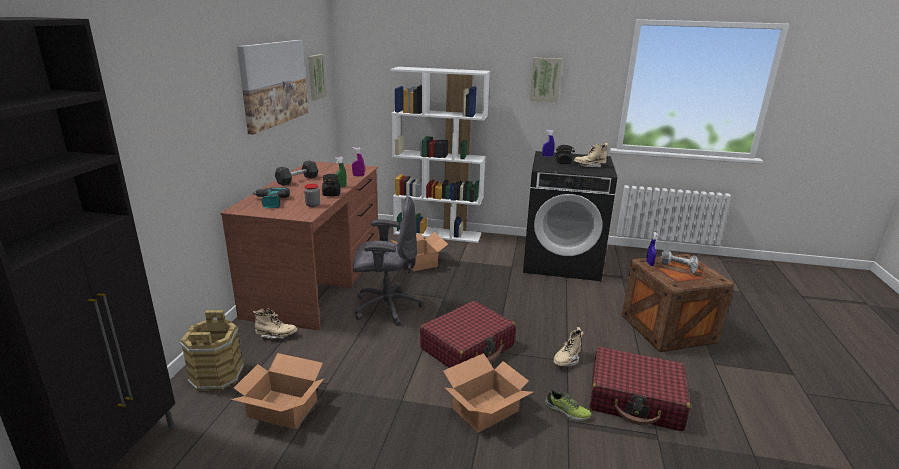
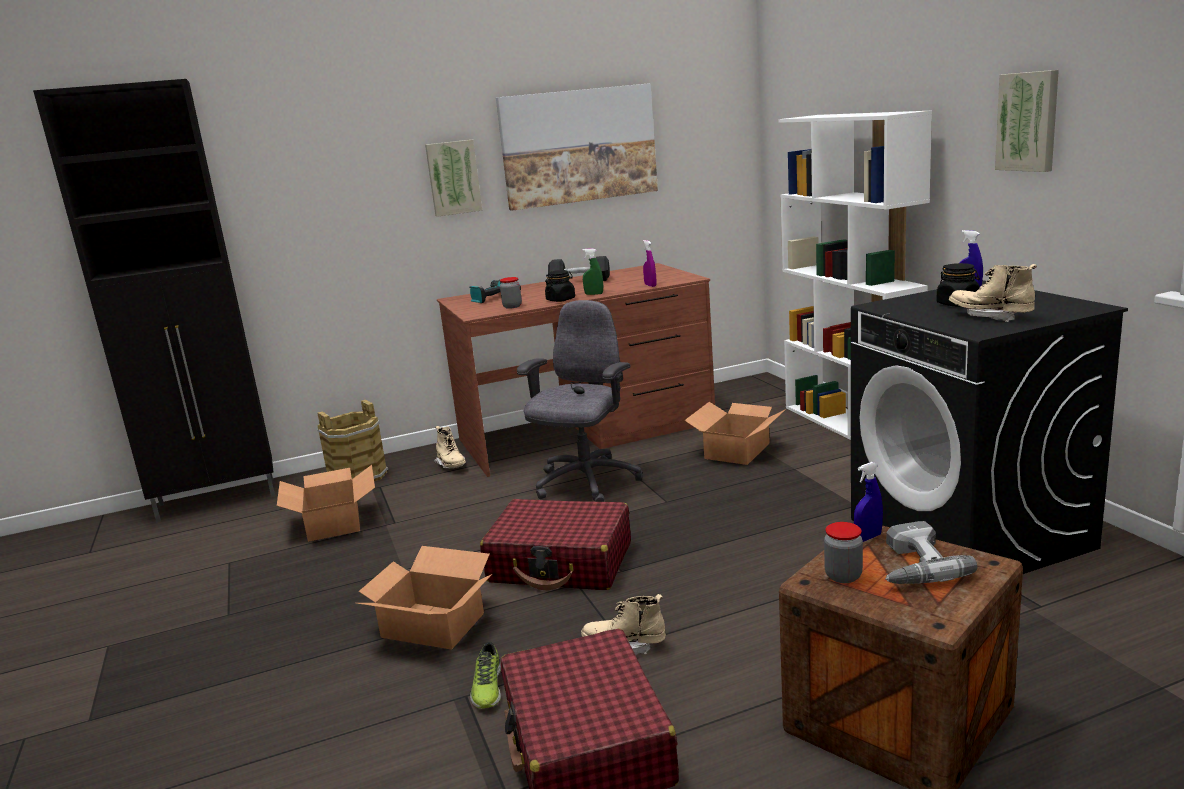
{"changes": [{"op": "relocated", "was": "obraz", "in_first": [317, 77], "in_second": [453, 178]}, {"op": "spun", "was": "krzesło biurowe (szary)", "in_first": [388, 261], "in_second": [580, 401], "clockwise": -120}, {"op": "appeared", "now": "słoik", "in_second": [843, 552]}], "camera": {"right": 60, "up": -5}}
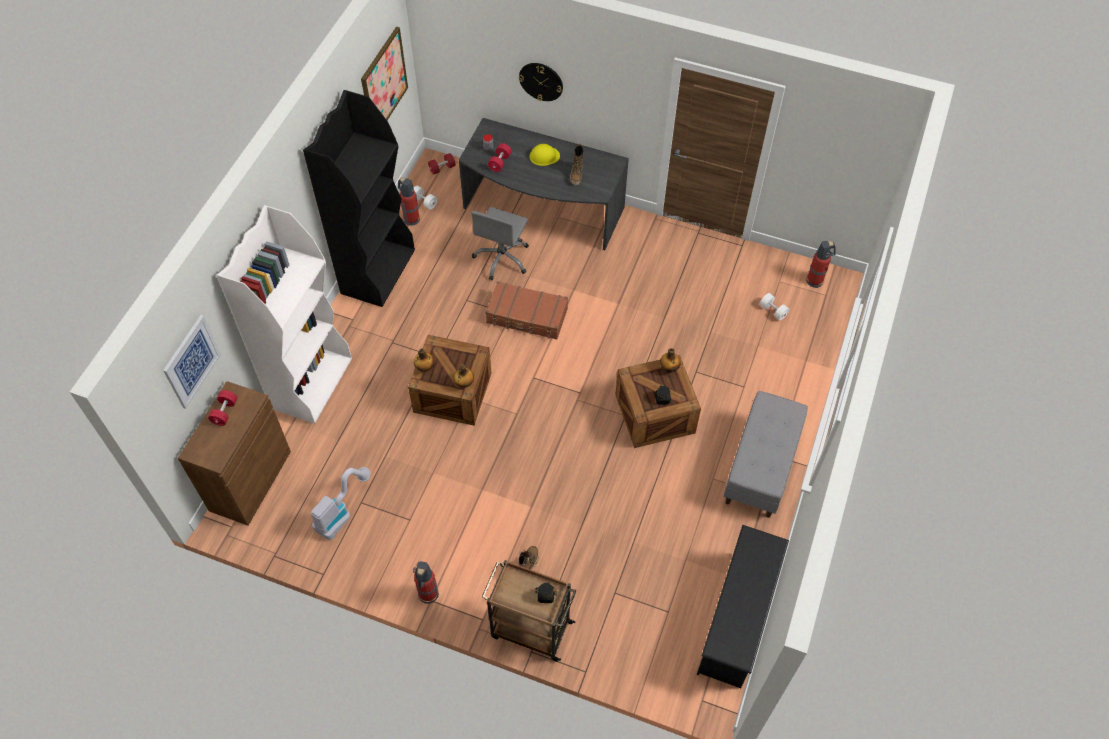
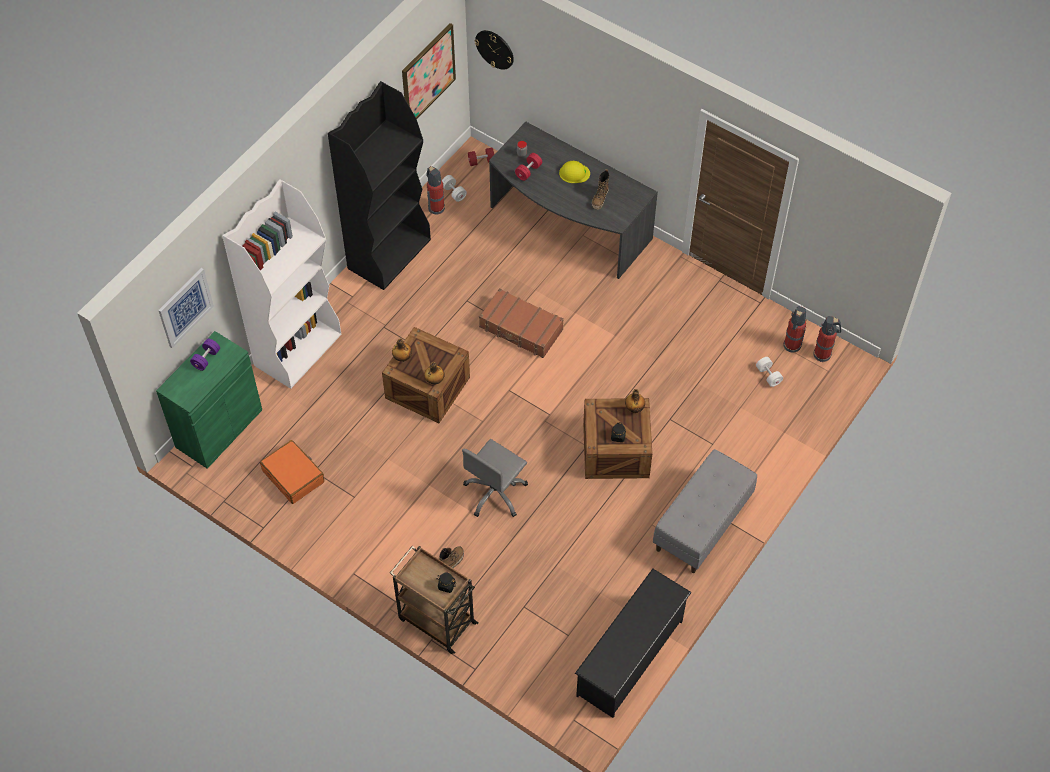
{"changes": [{"op": "colour", "was": "szafka (brązowy)", "now": "szafka (zielony)", "in_first": [234, 453], "in_second": [209, 400]}, {"op": "colour", "was": "hantel (czerwony)", "now": "hantel (fioletowy)", "in_first": [223, 408], "in_second": [205, 354]}, {"op": "exchanged", "was": "odkurzacz", "now": "walizka (pomarańczowy)", "in_first": [341, 503], "in_second": [292, 472]}, {"op": "relocated", "was": "gaśnica", "in_first": [426, 582], "in_second": [794, 329]}, {"op": "relocated", "was": "krzesło biurowe (szary)", "in_first": [500, 243], "in_second": [495, 478]}, {"op": "relocated", "was": "zegar ścienny", "in_first": [541, 82], "in_second": [494, 50]}], "camera": {"right": 15, "up": 0}}
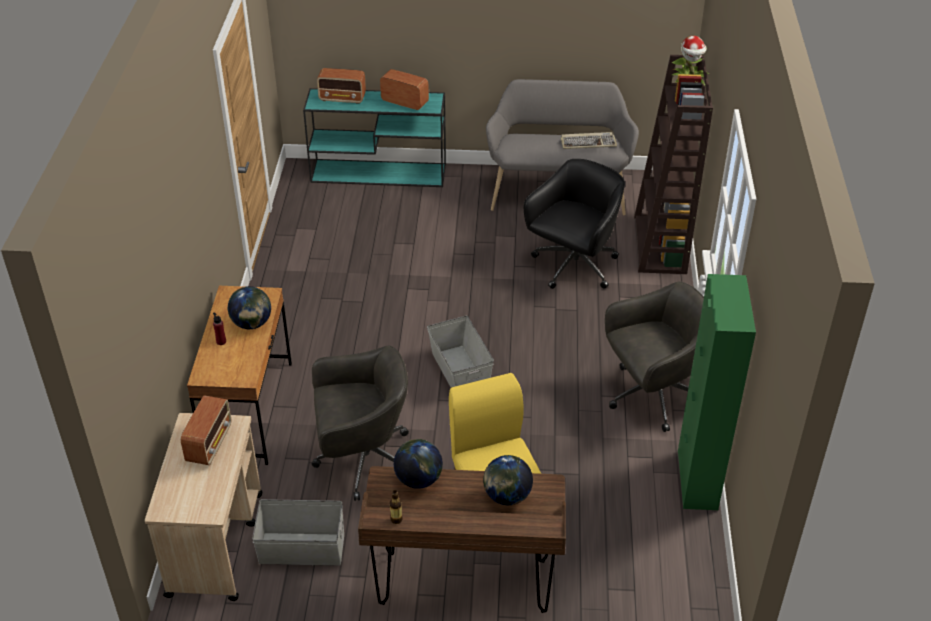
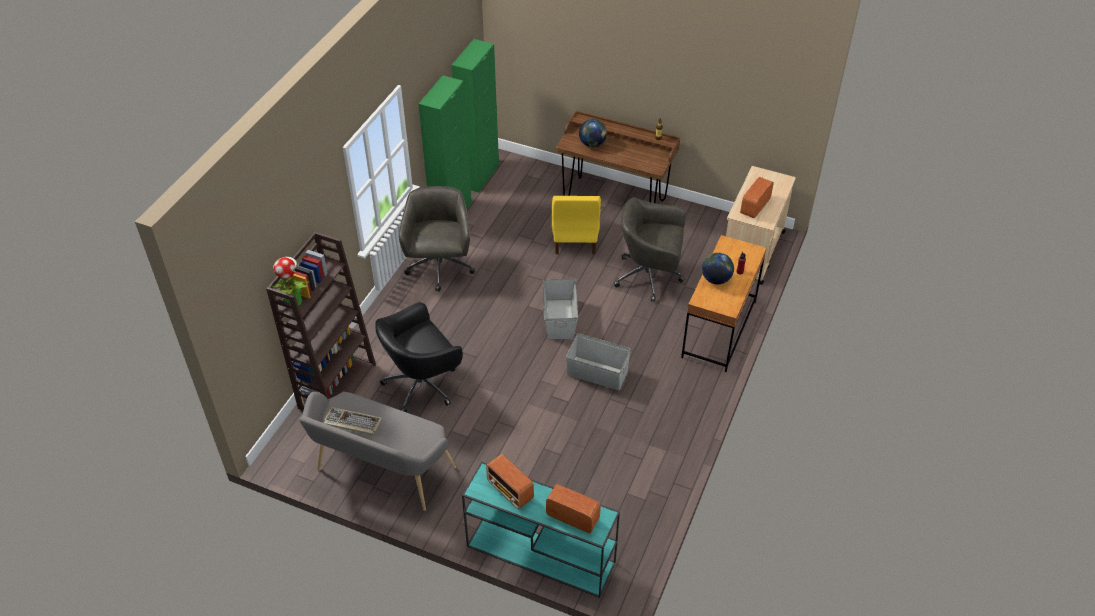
{"changes": [{"op": "relocated", "was": "pojemnik do przechowywania (szary)", "in_first": [298, 532], "in_second": [598, 361]}, {"op": "missing", "was": "globus", "in_first": [418, 464]}, {"op": "spun", "was": "krzesło biurowe (szary)", "in_first": [654, 357], "in_second": [437, 239], "clockwise": 90}, {"op": "appeared", "now": "szafka (zielony)", "in_second": [475, 116]}], "camera": {"right": -160, "up": 5}}
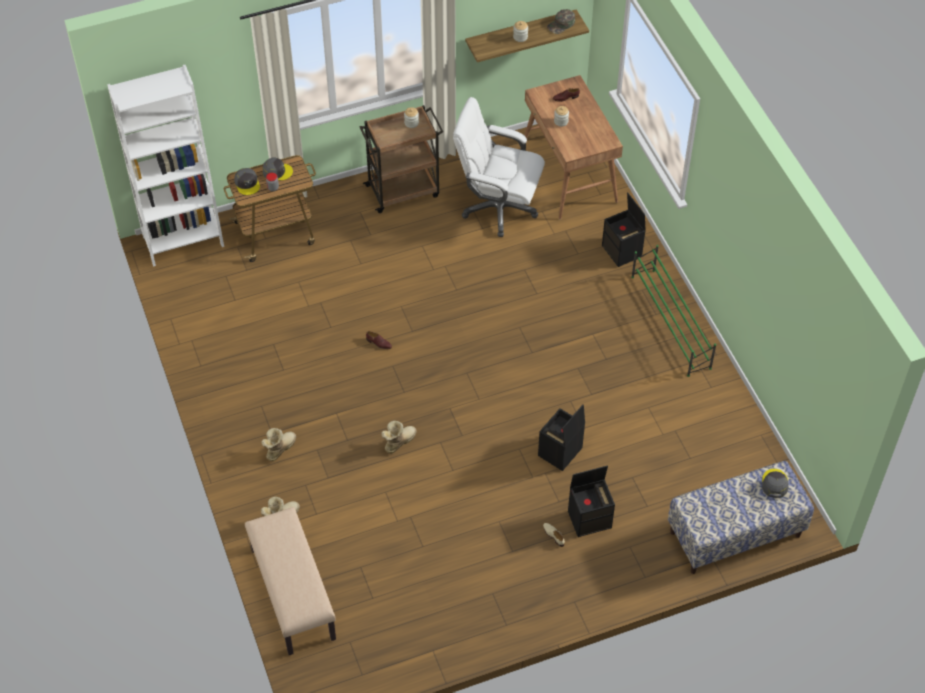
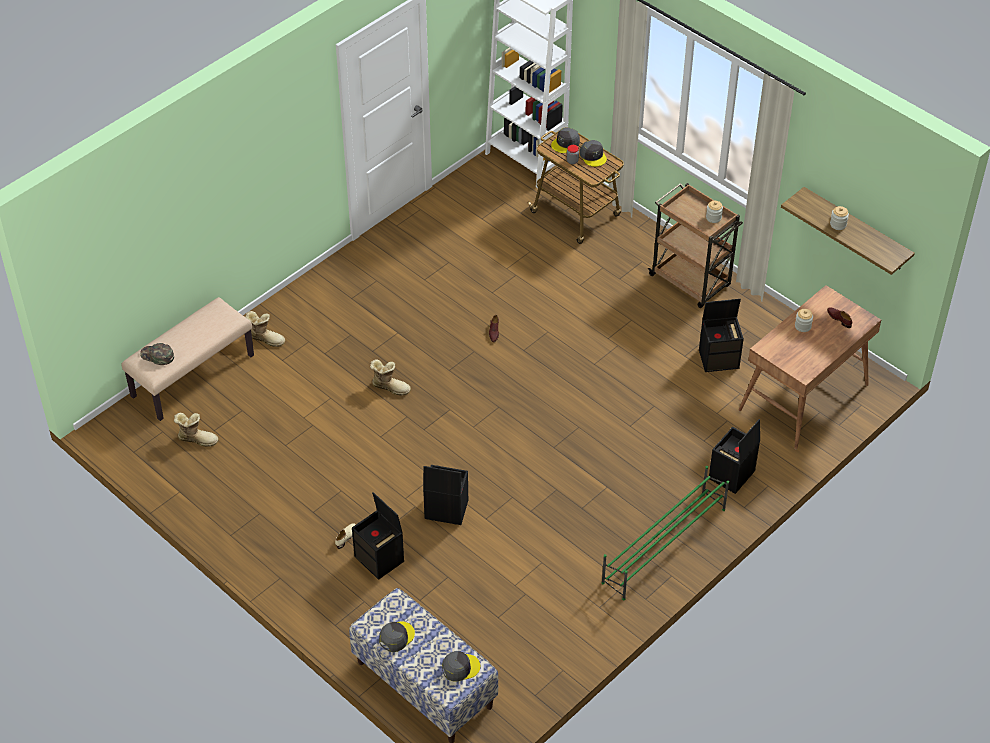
{"changes": [{"op": "relocated", "was": "but z cholewką", "in_first": [278, 444], "in_second": [196, 430]}, {"op": "exchanged", "was": "krzesło biurowe (biały)", "now": "pojemnik do przechowywania (czarny)", "in_first": [499, 167], "in_second": [721, 335]}, {"op": "relocated", "was": "czapka z daszkiem (zielony)", "in_first": [561, 21], "in_second": [157, 354]}, {"op": "appeared", "now": "czapka z daszkiem (szary)", "in_second": [397, 636]}], "camera": {"right": 65, "up": -5}}
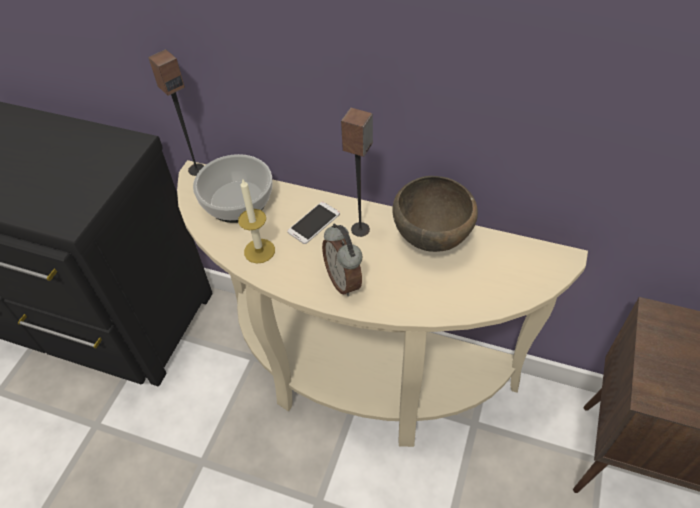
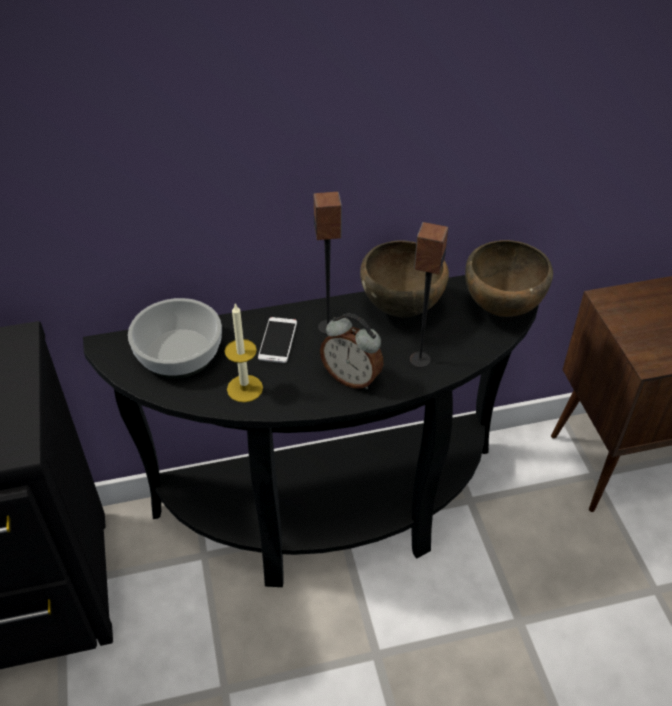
{"changes": [{"op": "relocated", "was": "głośnik", "in_first": [176, 112], "in_second": [429, 295]}, {"op": "colour", "was": "stolik konsolowy (beżowy)", "now": "stolik konsolowy (czarny)", "in_first": [382, 303], "in_second": [311, 431]}, {"op": "appeared", "now": "miska (brązowy)", "in_second": [509, 278]}], "camera": {"right": -35, "up": -5}}
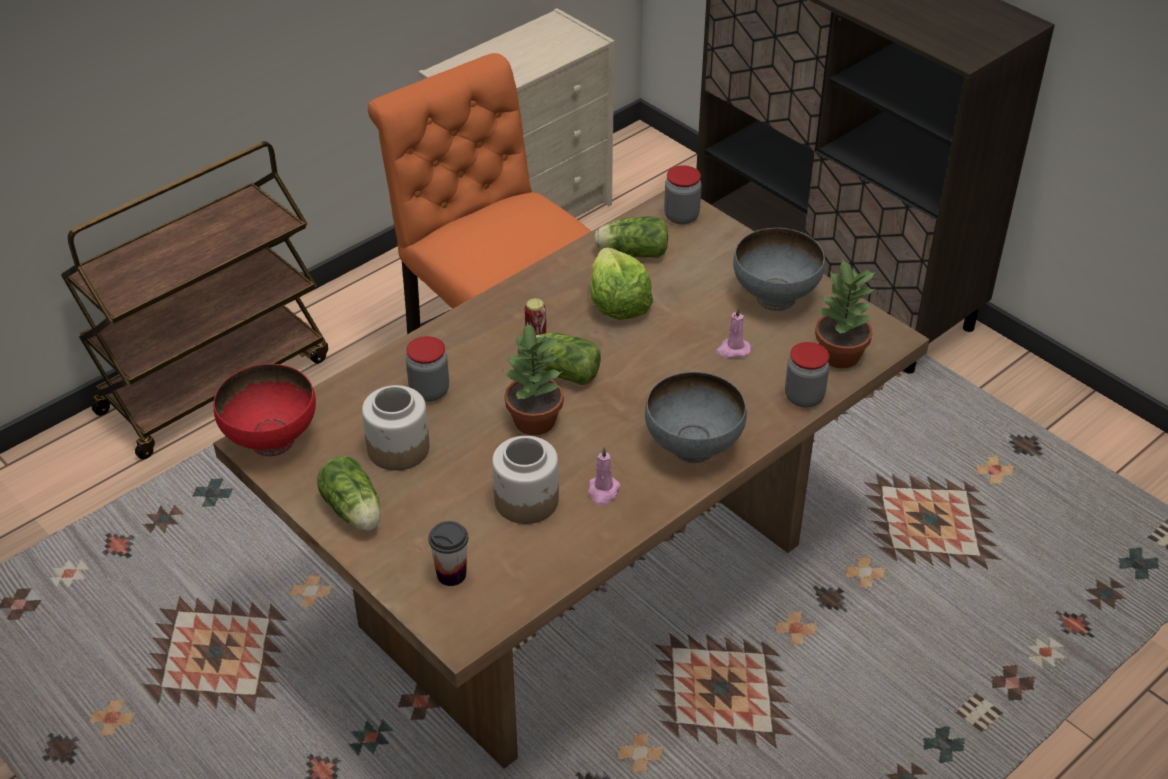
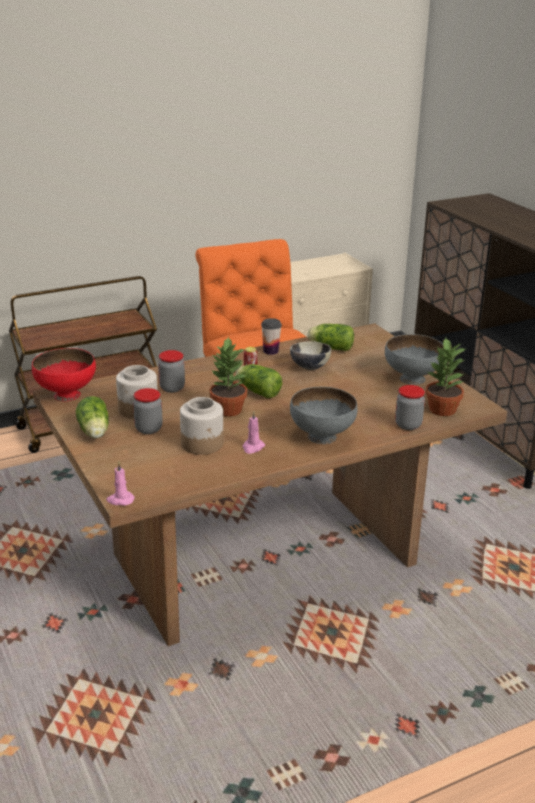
{"changes": [{"op": "relocated", "was": "filiżanka", "in_first": [448, 553], "in_second": [271, 336]}, {"op": "exchanged", "was": "sałata", "now": "miska", "in_first": [622, 283], "in_second": [310, 355]}, {"op": "relocated", "was": "słoik", "in_first": [683, 195], "in_second": [148, 411]}, {"op": "relocated", "was": "świeca (różowy)", "in_first": [733, 332], "in_second": [120, 484]}], "camera": {"right": 15, "up": -15}}
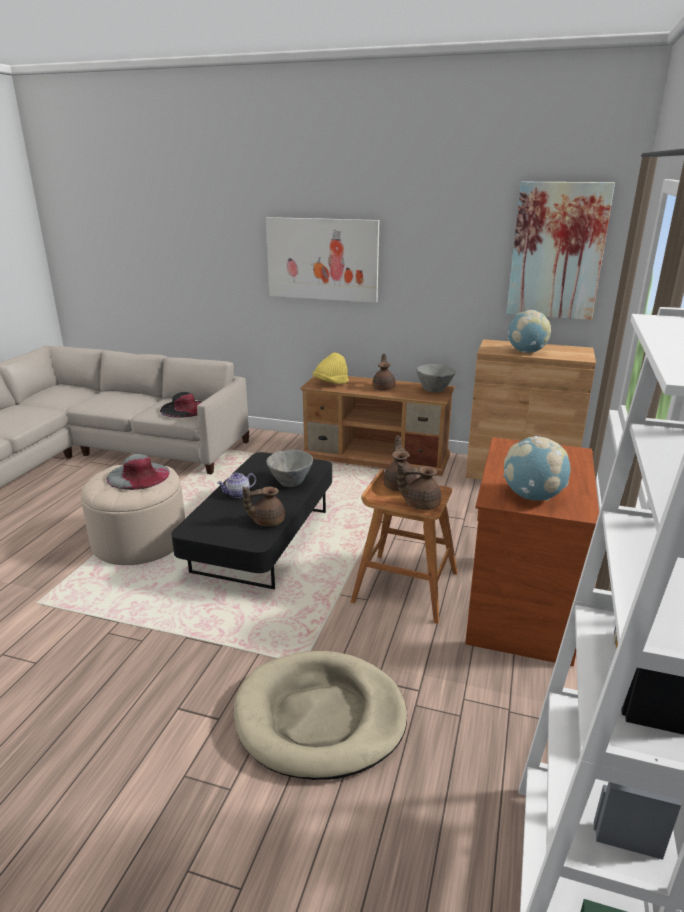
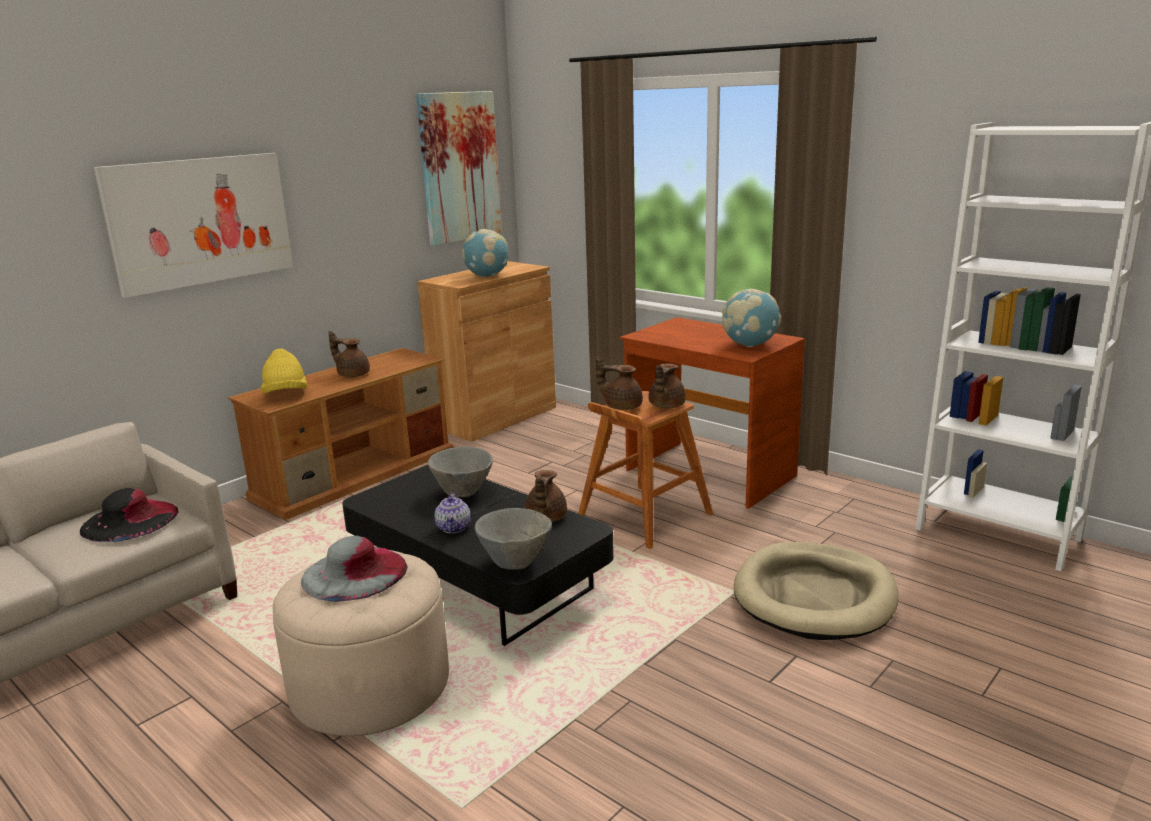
{"changes": [{"op": "relocated", "was": "miska (szary)", "in_first": [436, 378], "in_second": [513, 539]}], "camera": {"right": -65, "up": -5}}
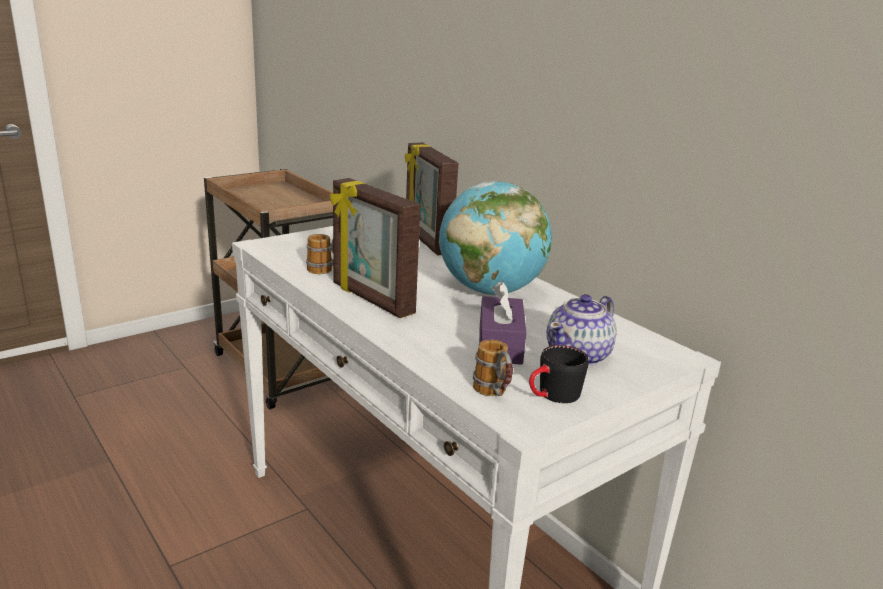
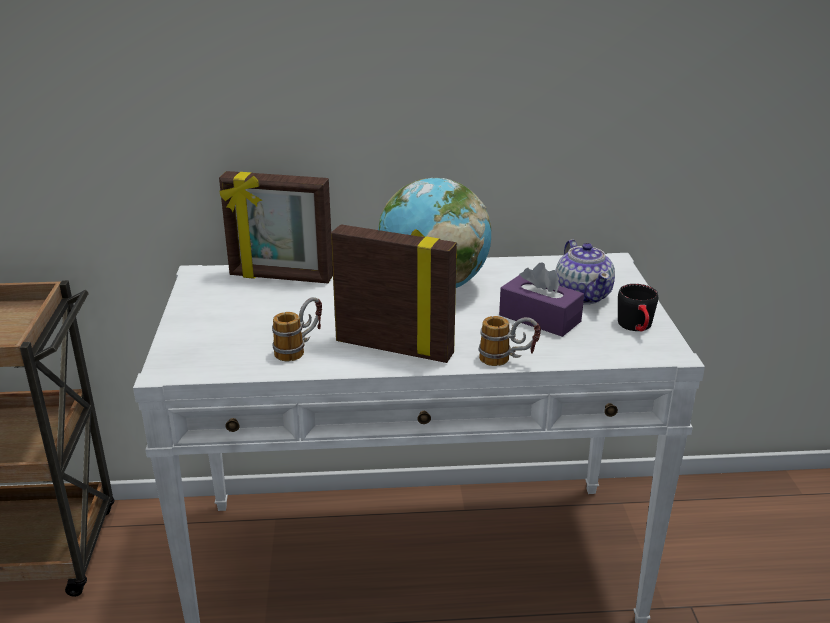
{"changes": [{"op": "spun", "was": "ramka na zdjęcie", "in_first": [375, 248], "in_second": [394, 293], "clockwise": -150}, {"op": "relocated", "was": "kubek", "in_first": [493, 368], "in_second": [510, 341]}], "camera": {"right": -55, "up": 5}}
